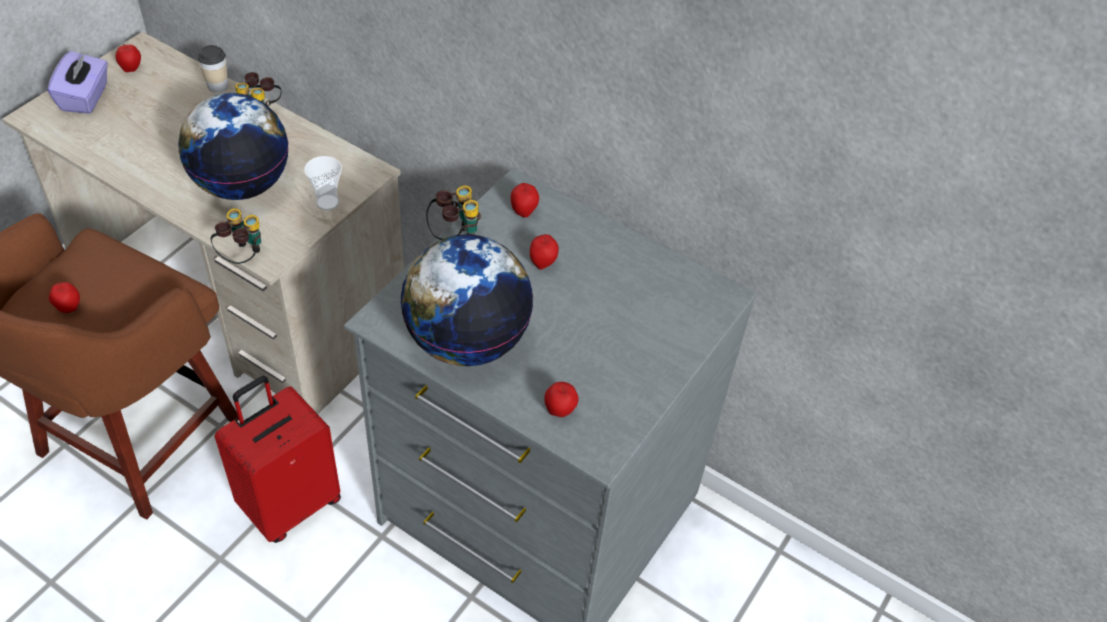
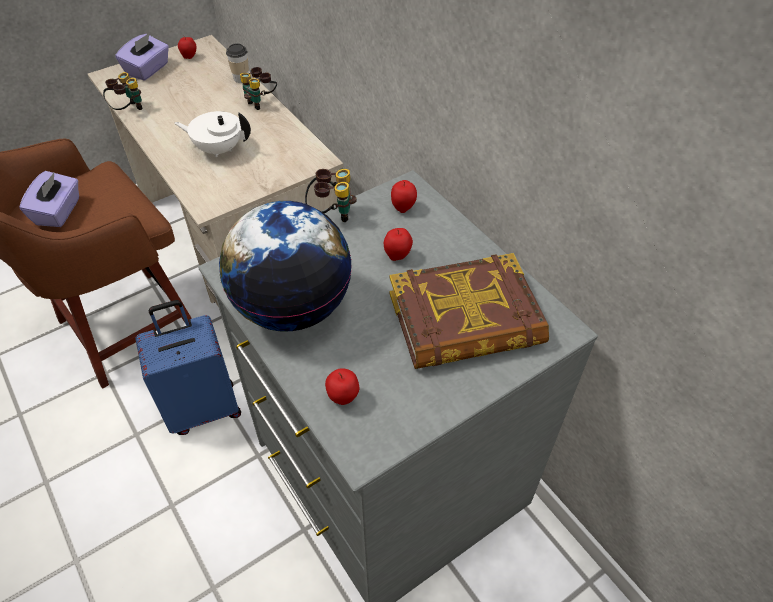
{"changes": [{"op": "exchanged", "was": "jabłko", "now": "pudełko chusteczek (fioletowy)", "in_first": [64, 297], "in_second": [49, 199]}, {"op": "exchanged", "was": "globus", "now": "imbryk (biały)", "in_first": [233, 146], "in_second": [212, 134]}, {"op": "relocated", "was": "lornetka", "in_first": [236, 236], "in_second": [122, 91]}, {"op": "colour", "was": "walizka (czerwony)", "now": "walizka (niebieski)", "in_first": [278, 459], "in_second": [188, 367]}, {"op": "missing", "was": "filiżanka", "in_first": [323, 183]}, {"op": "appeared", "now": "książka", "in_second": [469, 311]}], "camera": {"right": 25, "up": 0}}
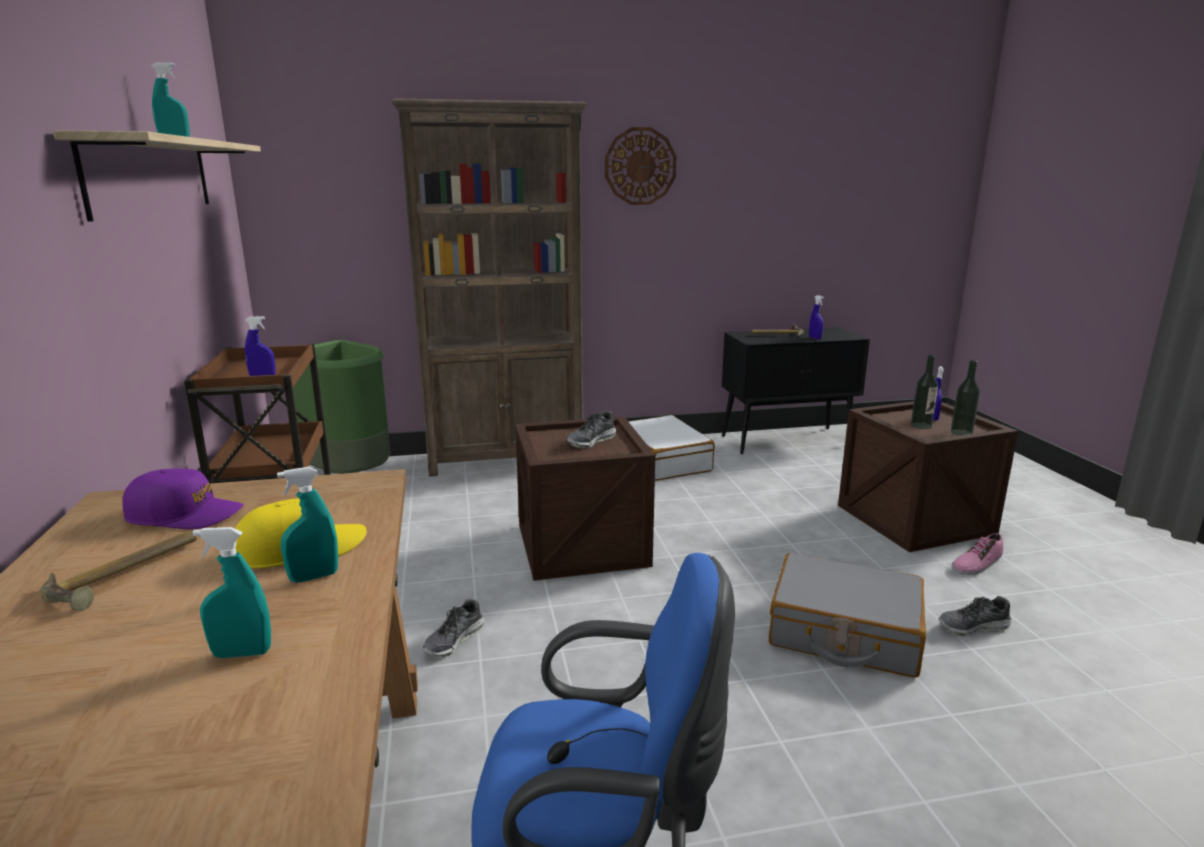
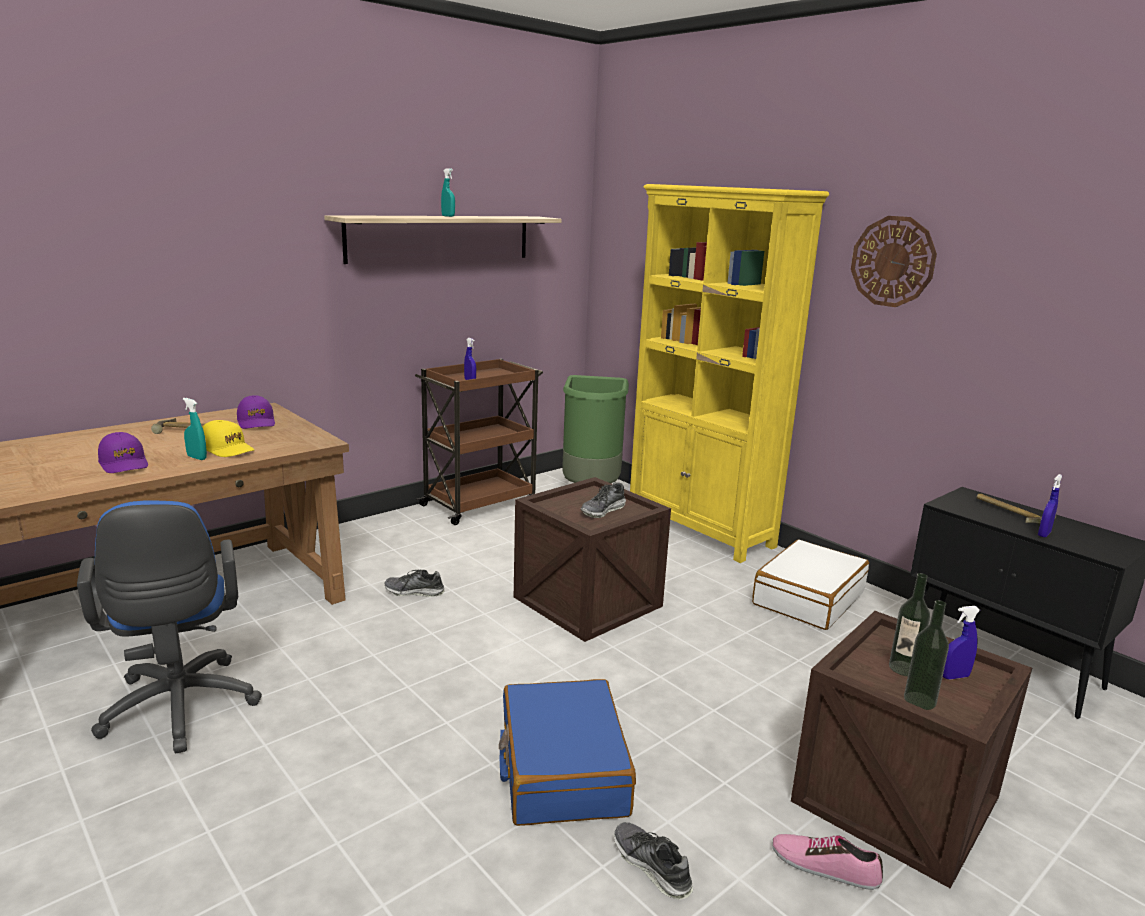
{"changes": [{"op": "exchanged", "was": "spryskiwacz (turkusowy)", "now": "czapka z daszkiem (fioletowy)", "in_first": [232, 592], "in_second": [123, 452]}, {"op": "colour", "was": "regał (brązowy)", "now": "regał (żółty)", "in_first": [489, 287], "in_second": [729, 373]}, {"op": "spun", "was": "but", "in_first": [591, 429], "in_second": [603, 500], "clockwise": -60}, {"op": "colour", "was": "walizka (szary)", "now": "walizka (niebieski)", "in_first": [847, 615], "in_second": [567, 752]}], "camera": {"right": 60, "up": 0}}
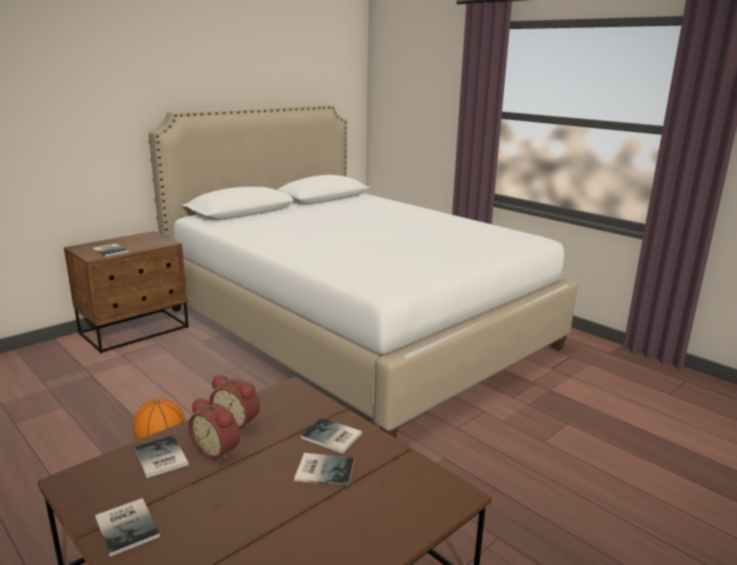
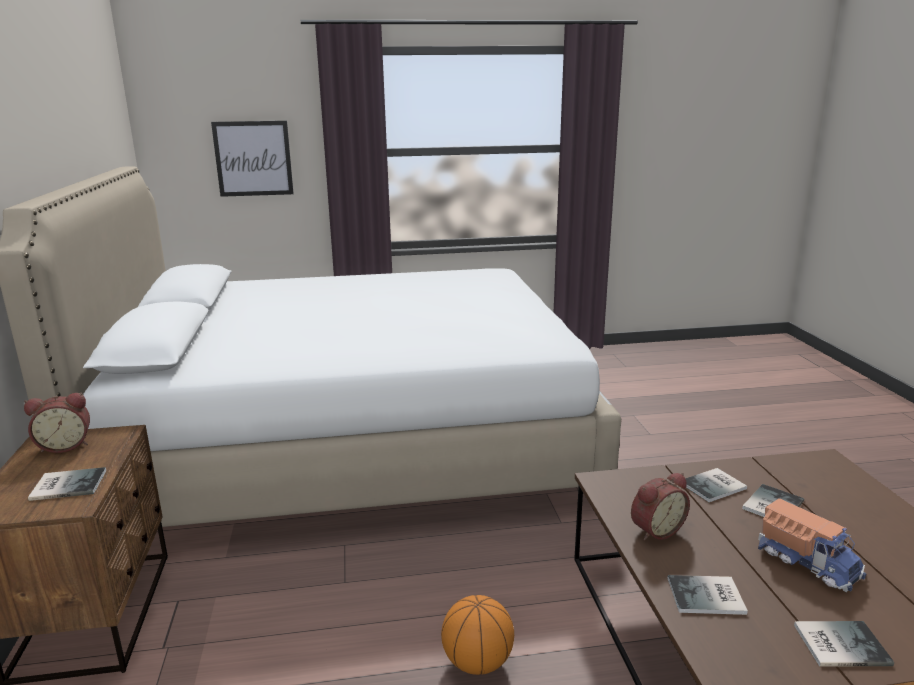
{"changes": [{"op": "relocated", "was": "budzik", "in_first": [214, 429], "in_second": [57, 423]}, {"op": "appeared", "now": "obraz", "in_second": [252, 159]}, {"op": "appeared", "now": "ciężarówka zabawkowa", "in_second": [812, 545]}], "camera": {"right": -55, "up": 0}}
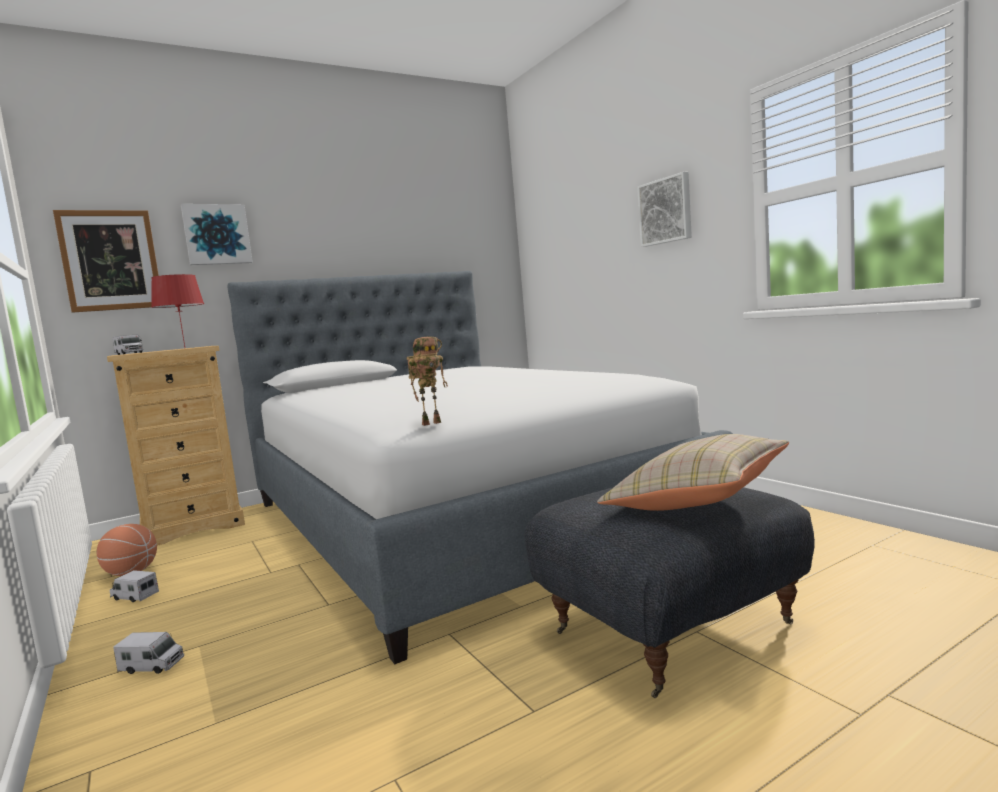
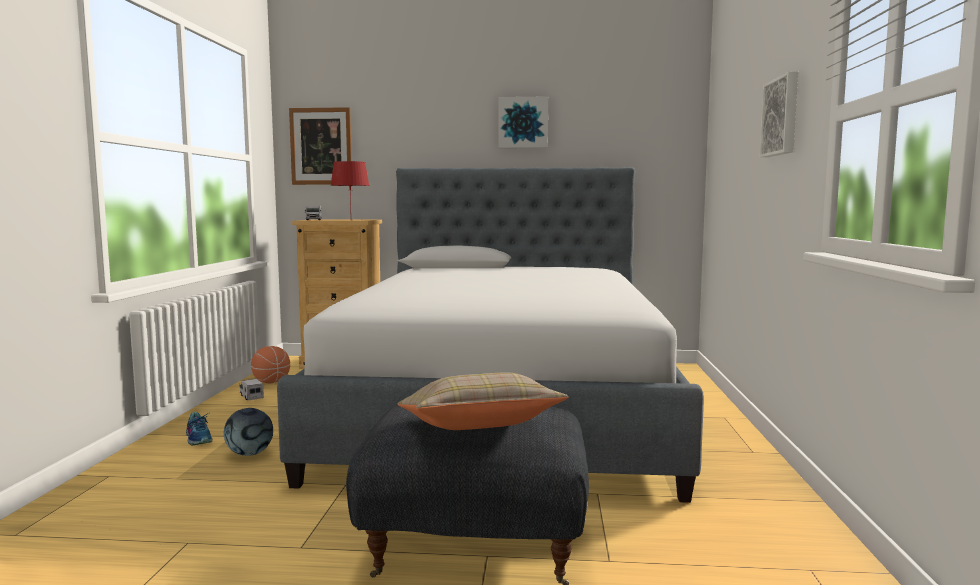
{"changes": [{"op": "exchanged", "was": "ciężarówka zabawkowa", "now": "but", "in_first": [148, 653], "in_second": [199, 429]}, {"op": "relocated", "was": "obraz", "in_first": [217, 234], "in_second": [523, 122]}, {"op": "missing", "was": "robot zabawkowy", "in_first": [427, 381]}, {"op": "appeared", "now": "piłka futbolowa", "in_second": [248, 432]}], "camera": {"right": 35, "up": 0}}
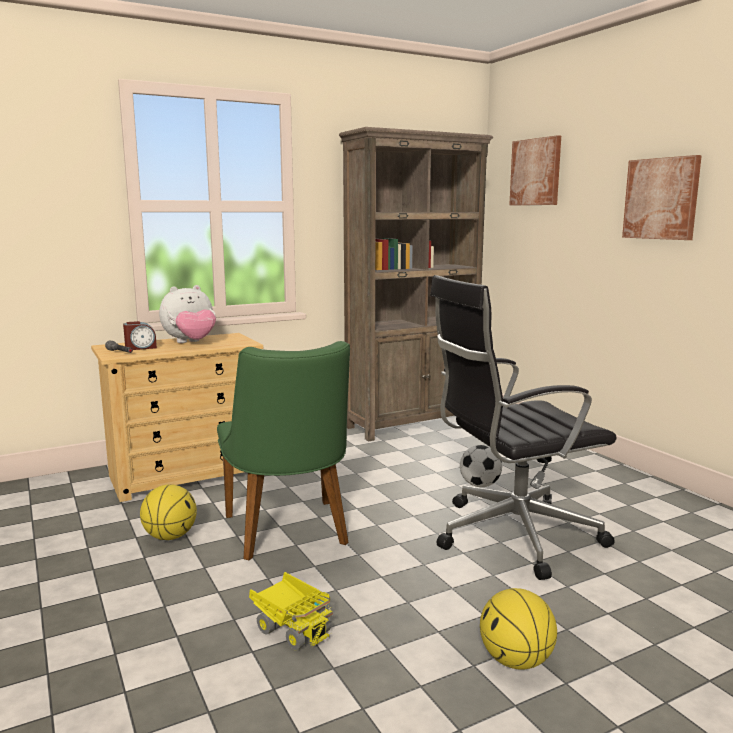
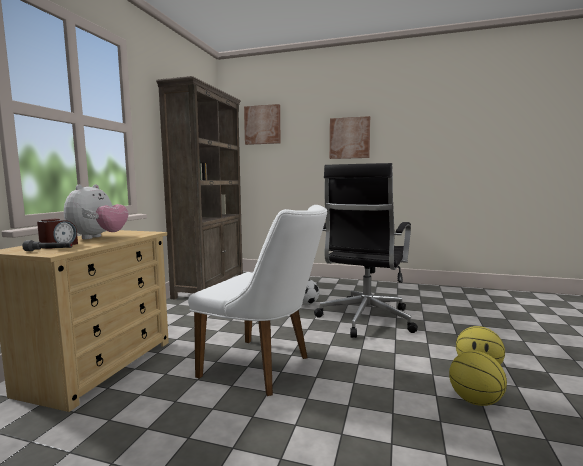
{"changes": [{"op": "relocated", "was": "piłka do koszykówki", "in_first": [168, 512], "in_second": [478, 378]}, {"op": "colour", "was": "krzesło (zielony)", "now": "krzesło (biały)", "in_first": [283, 450], "in_second": [257, 300]}, {"op": "missing", "was": "ciężarówka zabawkowa", "in_first": [291, 611]}], "camera": {"right": -45, "up": -5}}
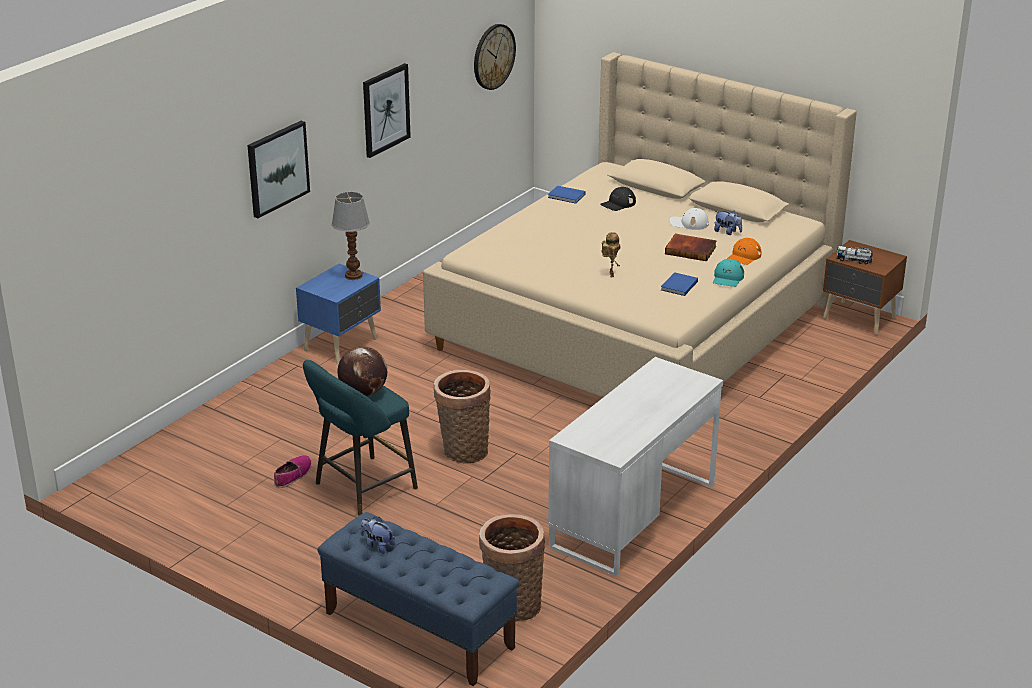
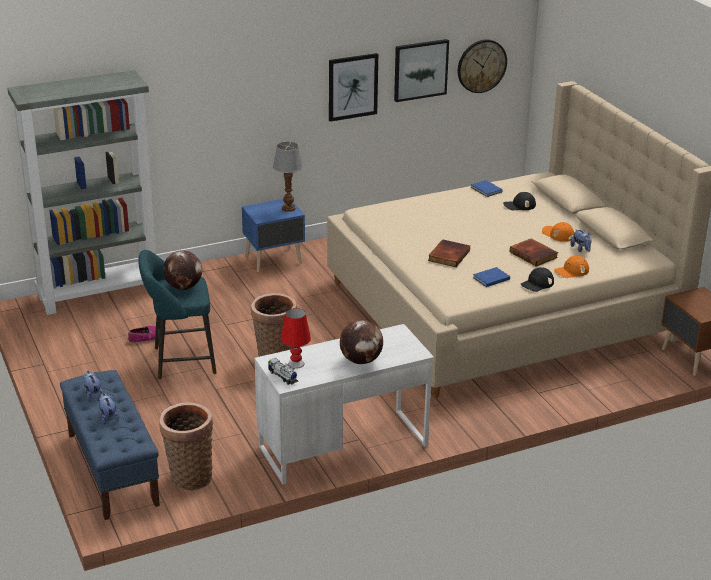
{"changes": [{"op": "relocated", "was": "obraz", "in_first": [278, 169], "in_second": [421, 70]}, {"op": "exchanged", "was": "robot zabawkowy", "now": "książka", "in_first": [611, 254], "in_second": [449, 253]}, {"op": "colour", "was": "czapka z daszkiem (biały)", "now": "czapka z daszkiem (pomarańczowy)", "in_first": [689, 219], "in_second": [558, 232]}, {"op": "colour", "was": "czapka z daszkiem (turkusowy)", "now": "czapka z daszkiem (czarny)", "in_first": [728, 273], "in_second": [537, 279]}, {"op": "relocated", "was": "ciężarówka zabawkowa", "in_first": [855, 255], "in_second": [283, 371]}, {"op": "appeared", "now": "regał (szary)", "in_second": [81, 192]}, {"op": "appeared", "now": "pluszak", "in_second": [109, 408]}, {"op": "appeared", "now": "lampa stołowa (czerwony)", "in_second": [296, 338]}, {"op": "appeared", "now": "globus", "in_second": [361, 342]}], "camera": {"right": 30, "up": 0}}
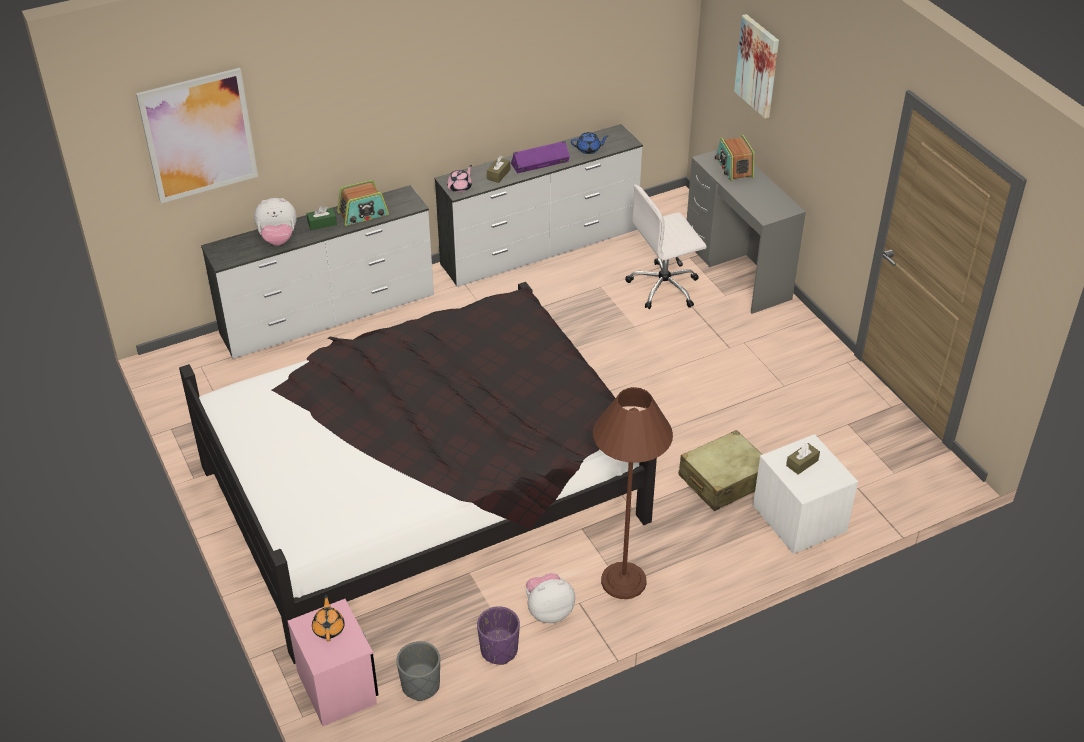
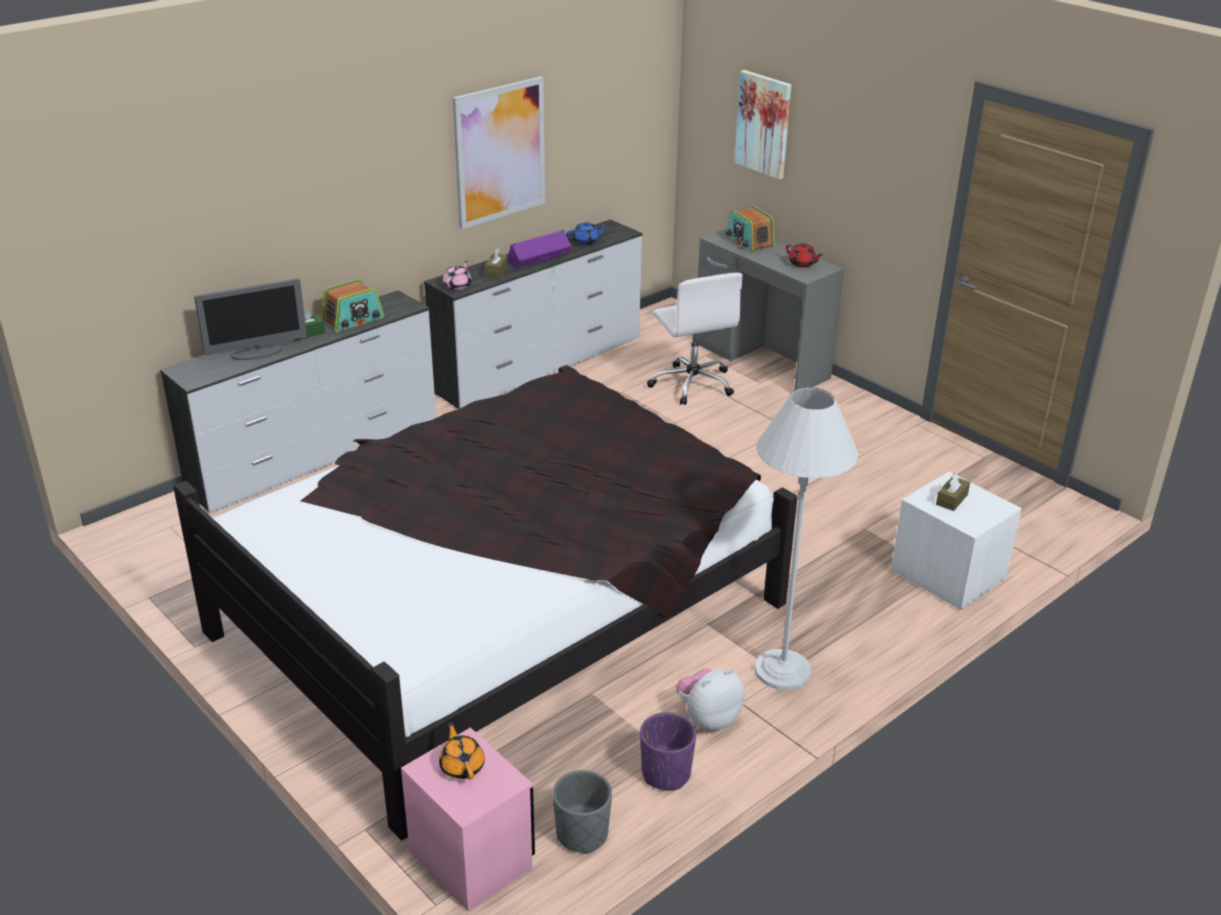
{"changes": [{"op": "relocated", "was": "obraz", "in_first": [197, 135], "in_second": [499, 153]}, {"op": "exchanged", "was": "pluszak", "now": "monitor", "in_first": [275, 221], "in_second": [250, 319]}, {"op": "colour", "was": "lampa stojąca (brązowy)", "now": "lampa stojąca (biały)", "in_first": [633, 493], "in_second": [806, 538]}, {"op": "spun", "was": "krzesło biurowe (biały)", "in_first": [666, 246], "in_second": [695, 339], "clockwise": -75}, {"op": "missing", "was": "walizka (beżowy)", "in_first": [721, 470]}, {"op": "appeared", "now": "imbryk (czerwony)", "in_second": [804, 255]}], "camera": {"right": -15, "up": -10}}
